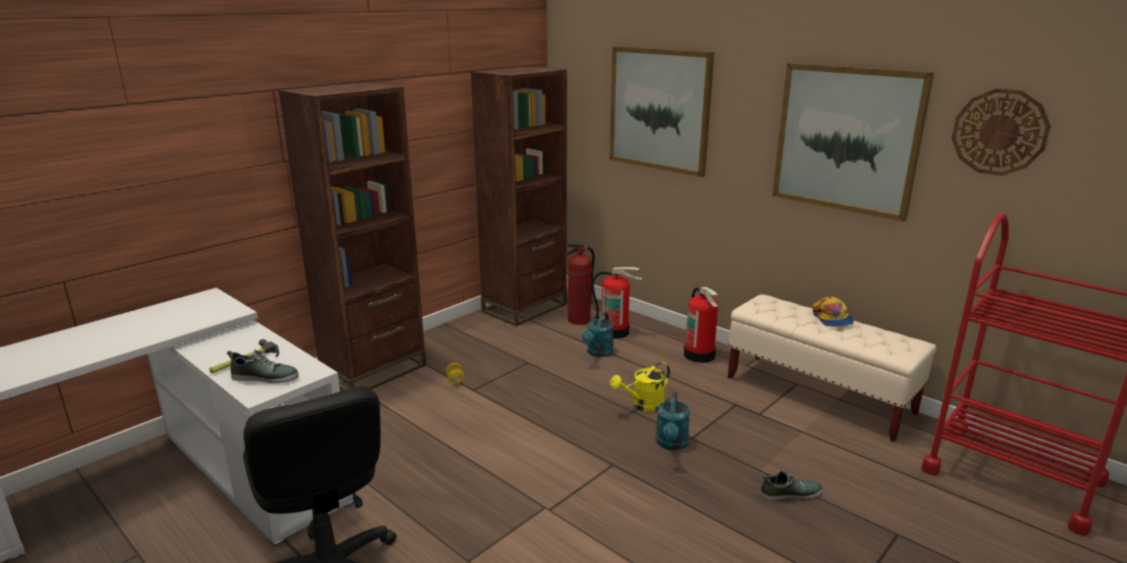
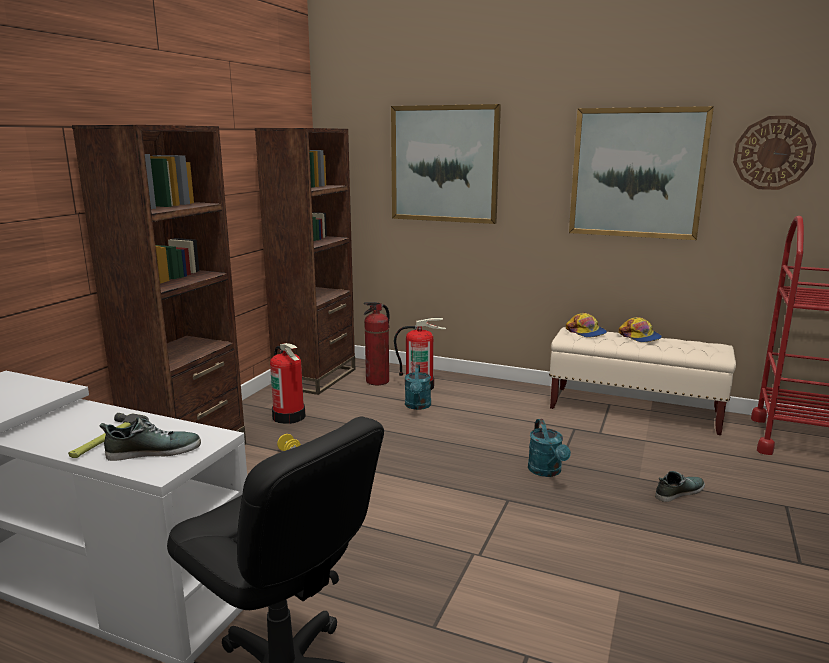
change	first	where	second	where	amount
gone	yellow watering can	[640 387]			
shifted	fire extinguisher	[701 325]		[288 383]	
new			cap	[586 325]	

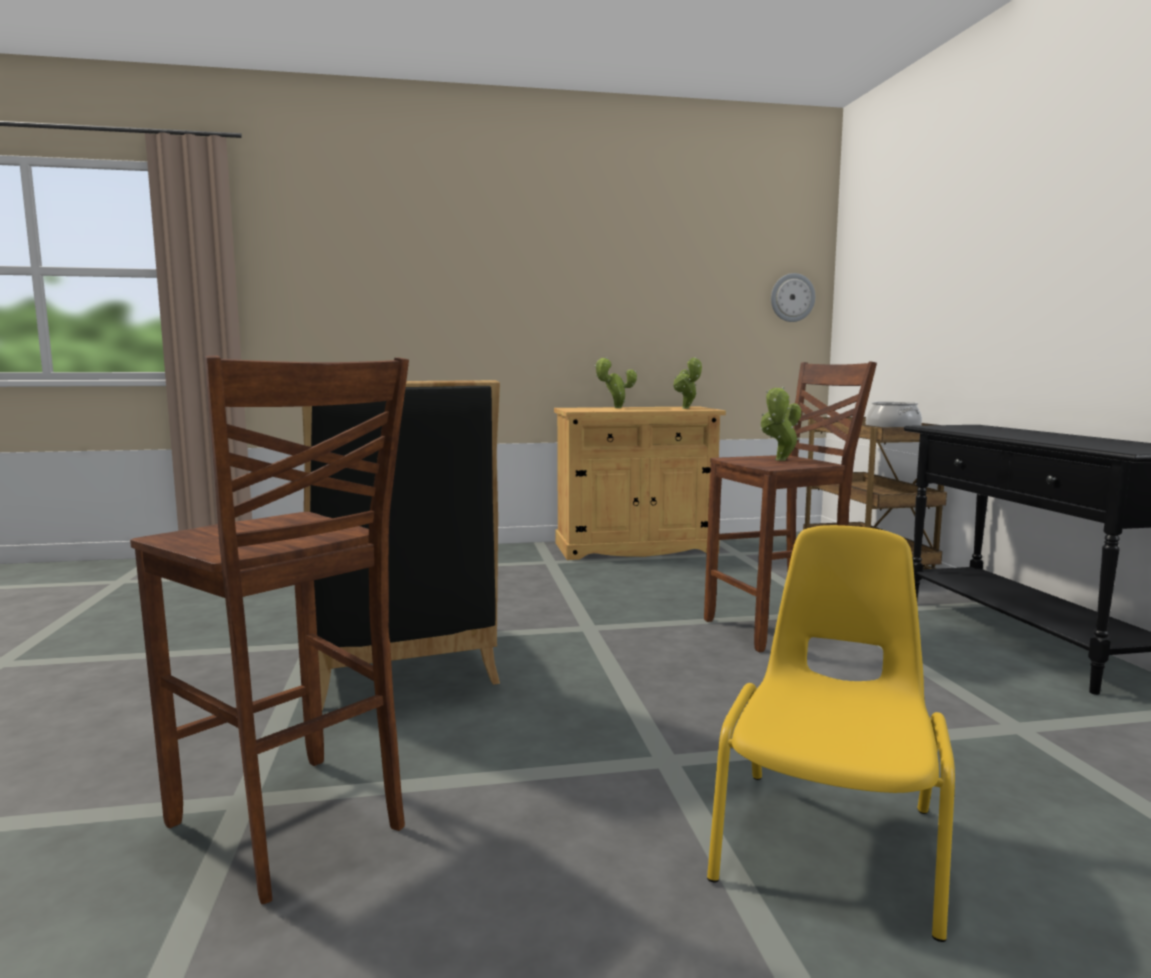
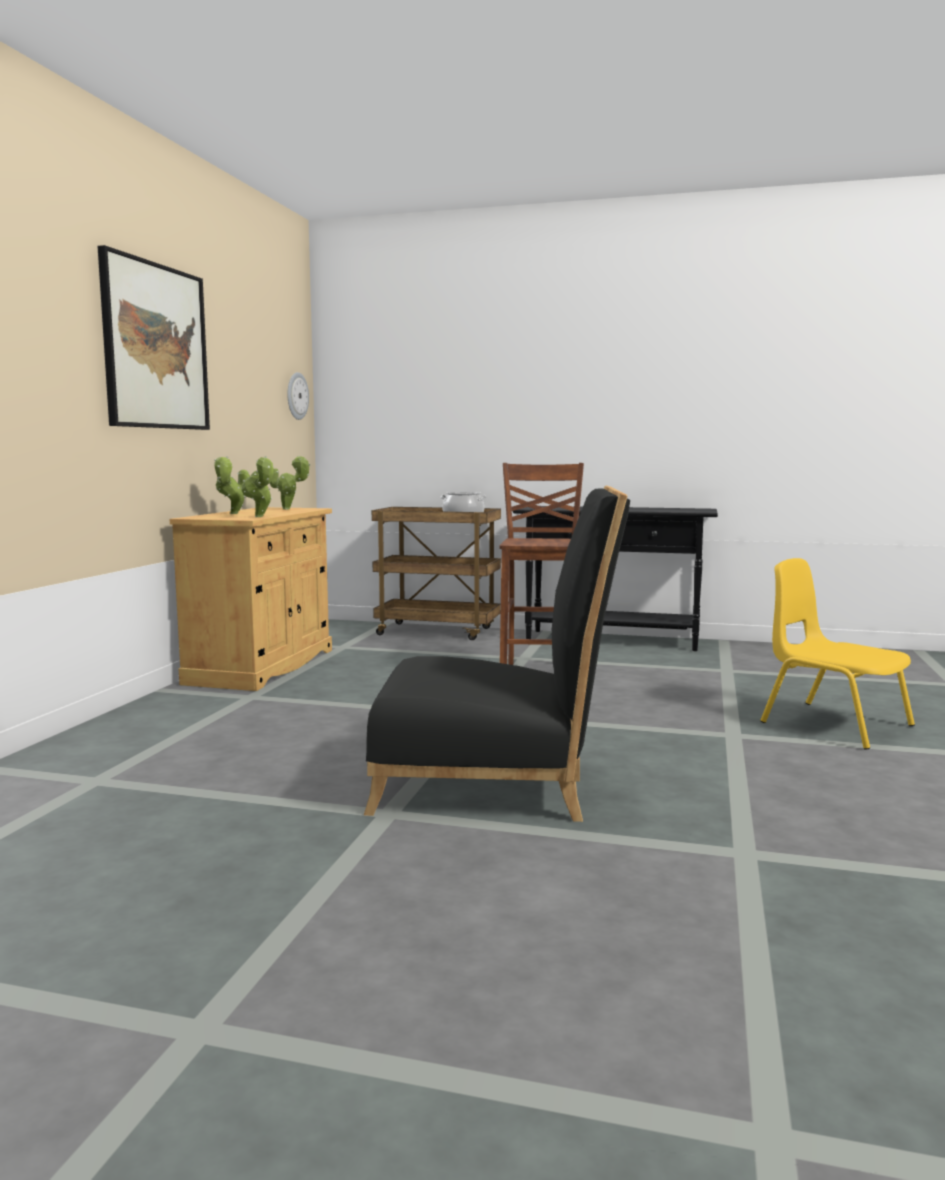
change	first	where	second	where	amount
gone	brown stool	[269 629]			
shifted	potted plant	[780 424]		[258 486]	
new			picture	[153 337]	

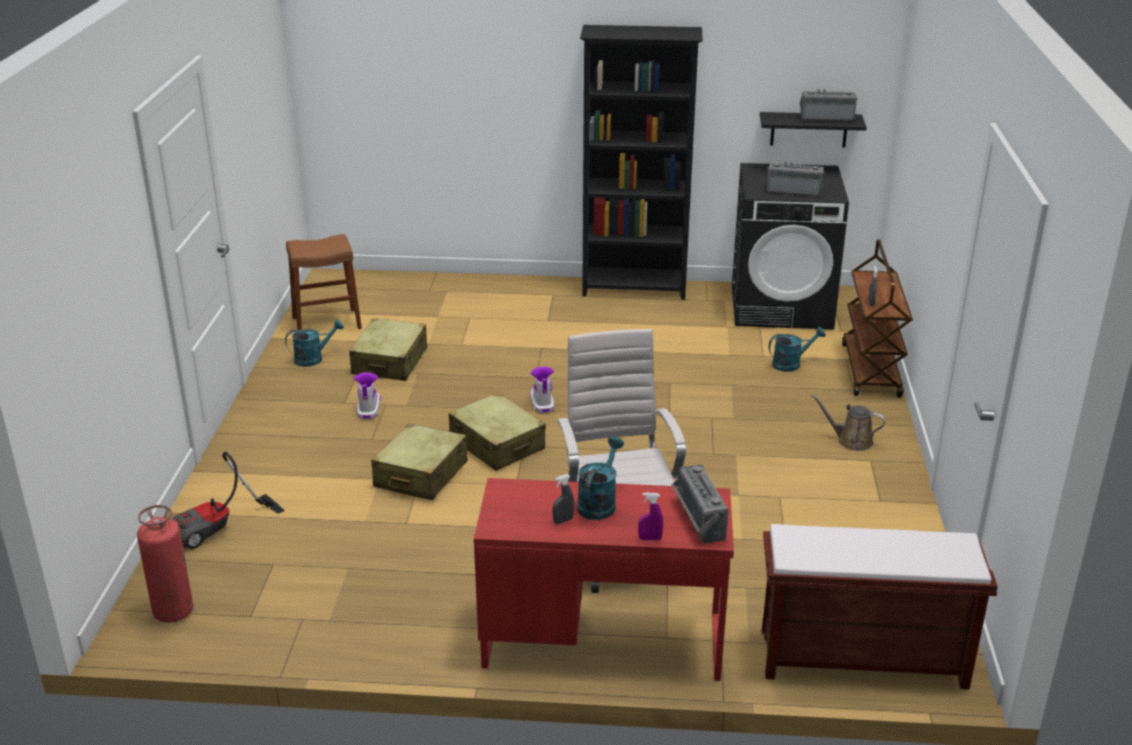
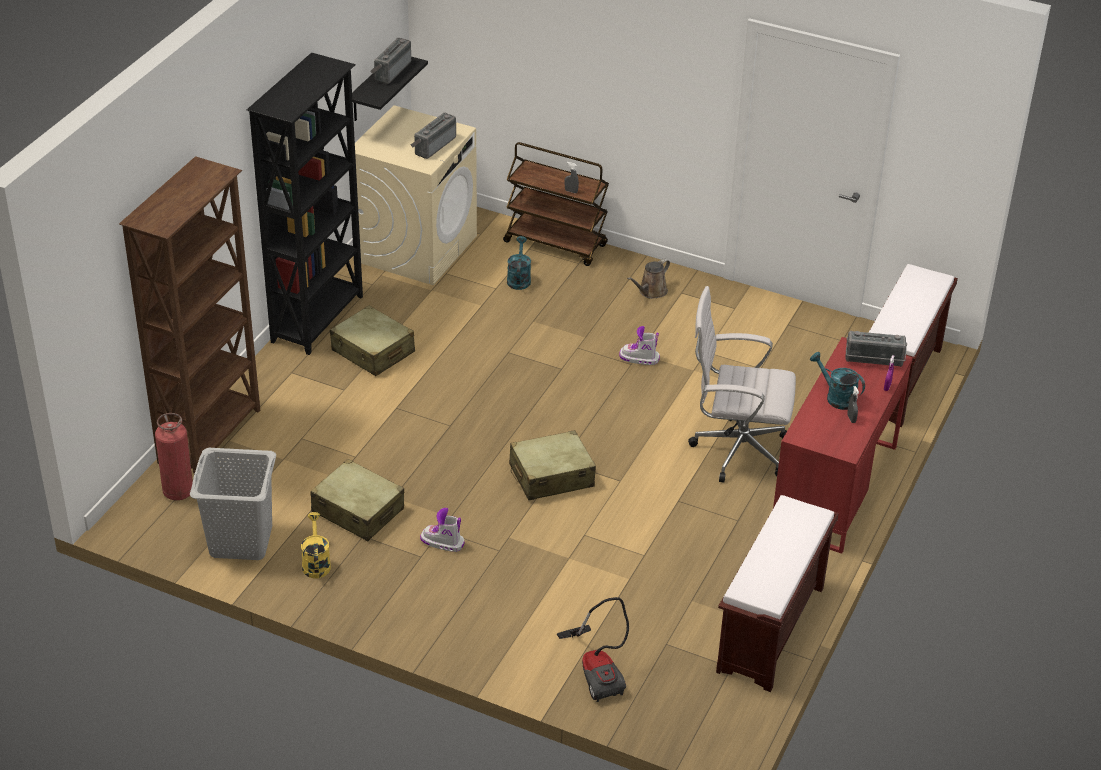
change	first	where	second	where	amount
shifted	fire extinguisher	[165 564]		[174 456]	
repainted	turquoise watering can	[314 343]	yellow watering can	[316 545]	
swapped	brown stool	[324 282]	grey laundry basket	[233 504]	
shifted	beige suitcase	[419 461]		[372 341]	
shifted	boot	[542 389]		[639 345]	
repainted	black washing machine	[790 246]	beige washing machine	[416 195]	
new			brown bookcase	[189 315]	
new			brown bench	[777 593]	

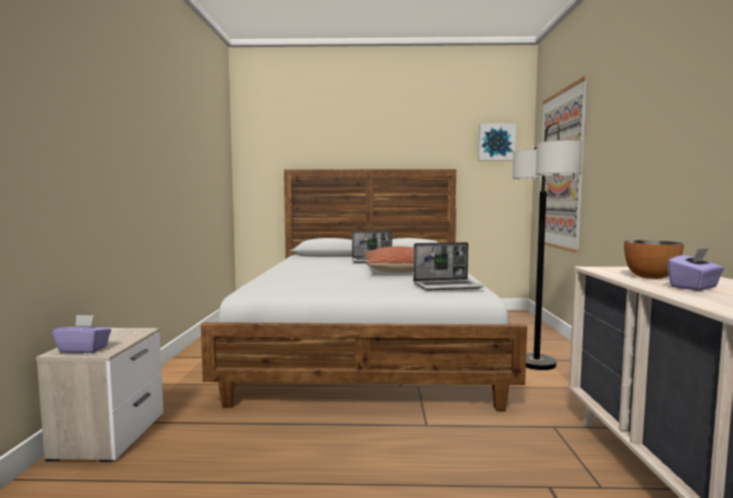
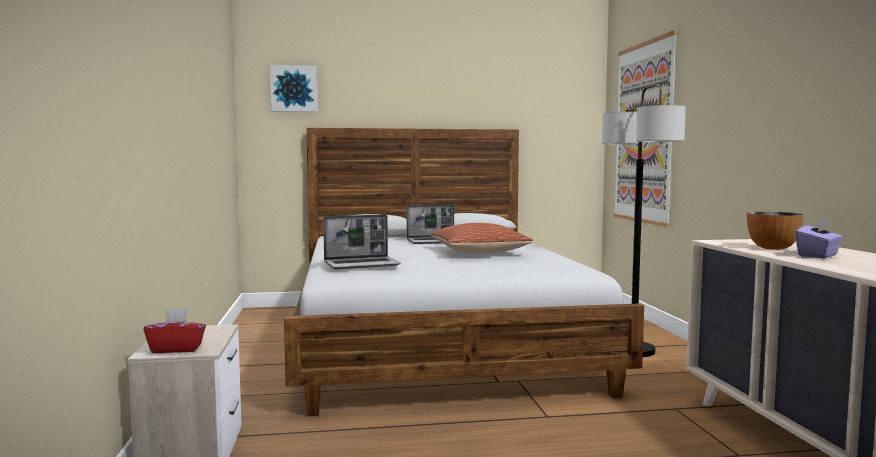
change	first	where	second	where	amount
repainted	purple tissue box	[81 334]	red tissue box	[175 330]	
shifted	laptop	[448 266]		[361 241]	
shifted	picture	[497 142]		[294 88]	

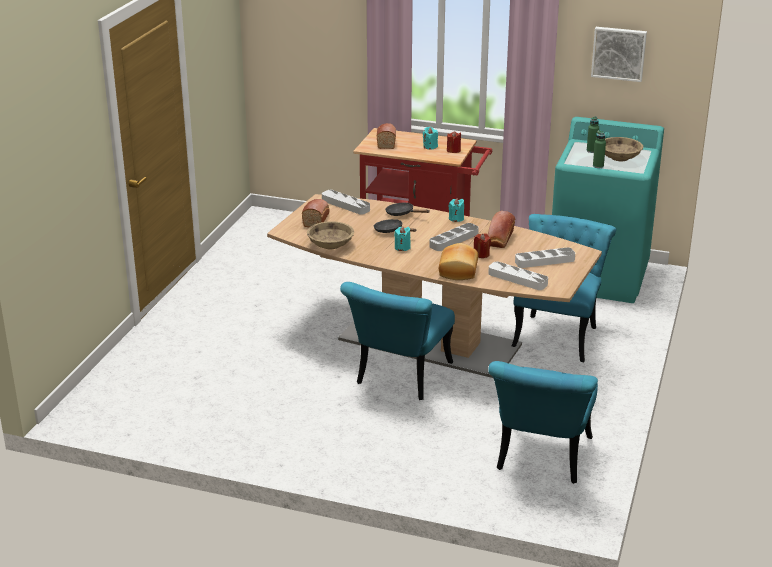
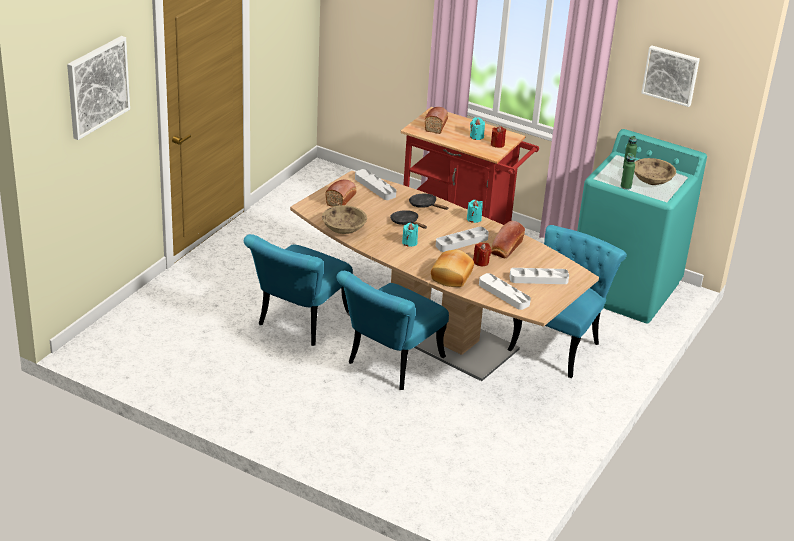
change	first	where	second	where	amount
shifted	turquoise chair	[543 422]		[298 290]	
new			picture	[98 88]	

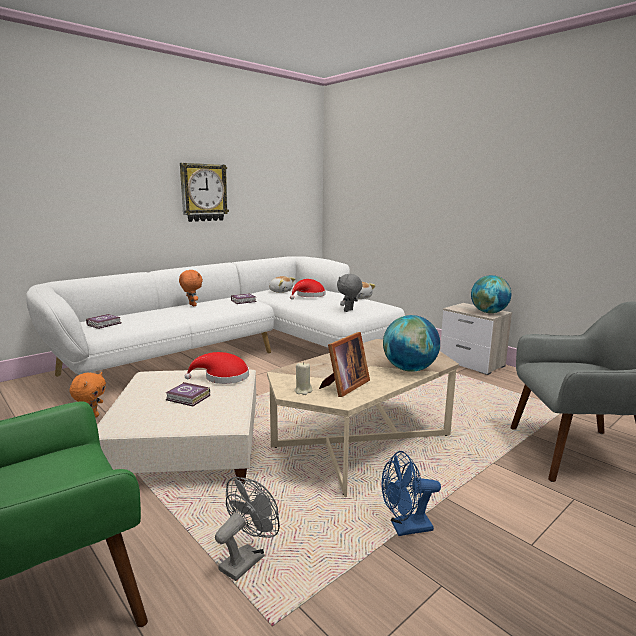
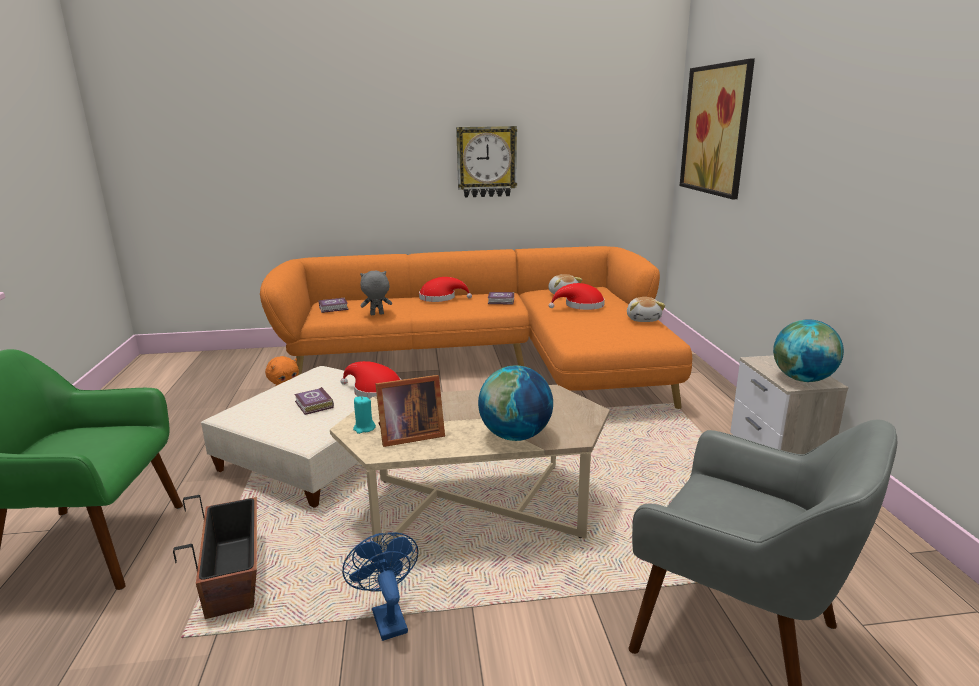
change	first	where	second	where	amount
repainted	white sofa	[215 316]	orange sofa	[476 327]	
swapped	orange plush toy	[191 288]	red hat	[445 289]	
swapped	grey fan	[247 529]	planter	[215 557]	
repainted	beige candle	[303 378]	turquoise candle	[364 415]	
shifted	grey plush toy	[350 293]		[376 292]	
rotated	blue fan	[411 493]		[380 586]	45 degrees clockwise
new			picture	[717 129]	

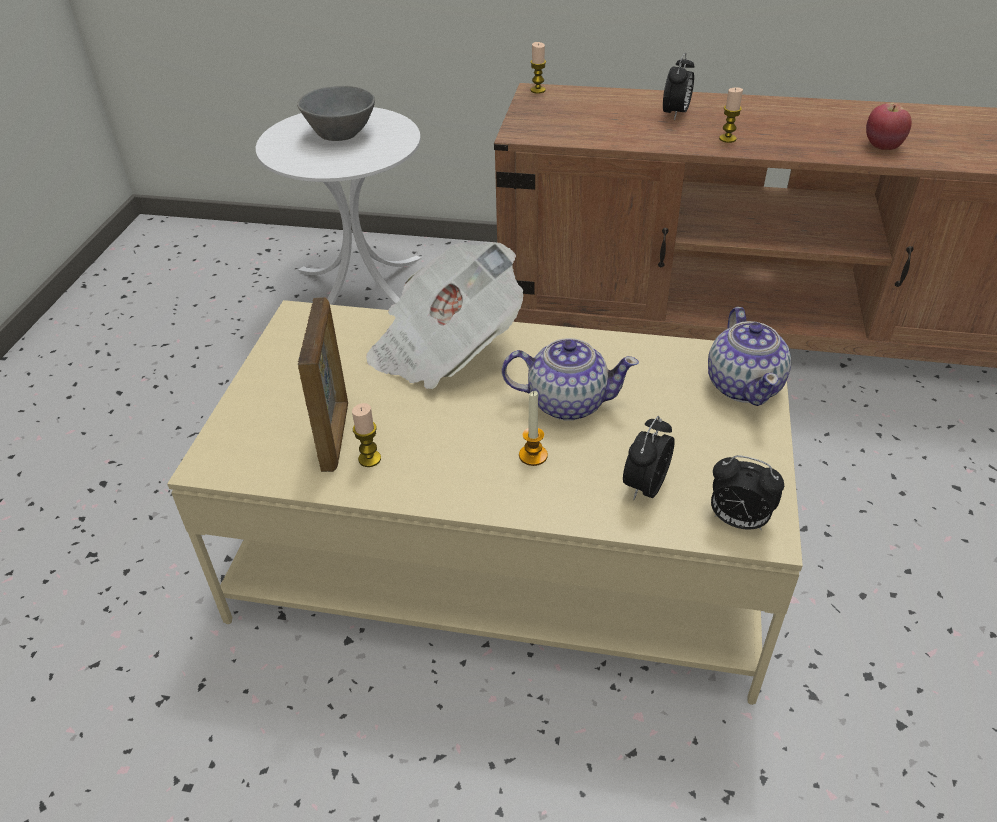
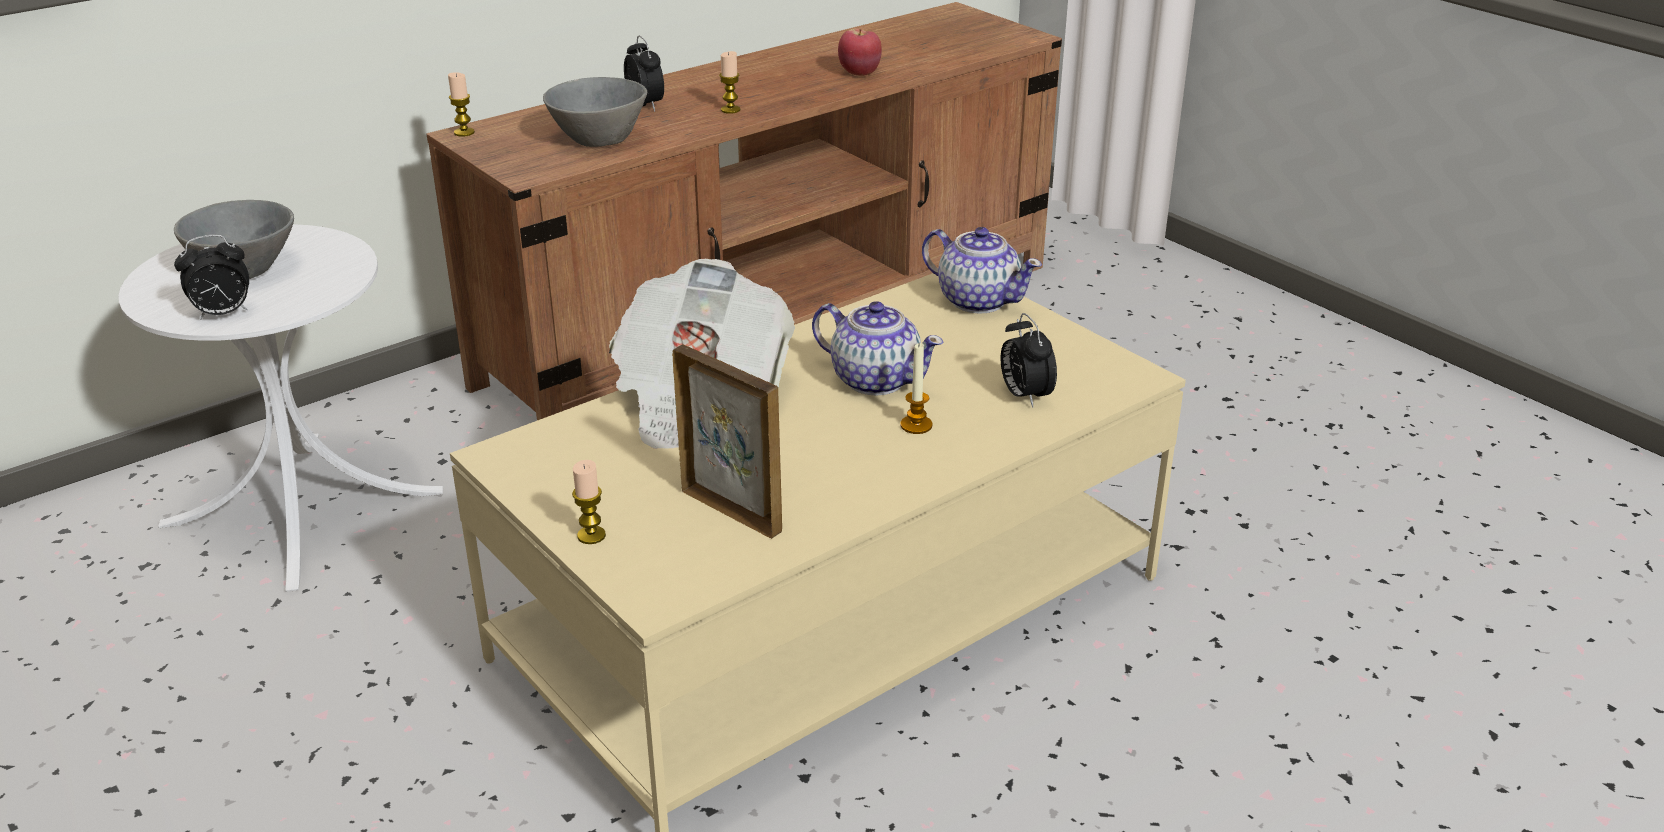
change	first	where	second	where	amount
shifted	candle	[366 435]		[589 502]	
rotated	teapot	[570 379]		[877 348]	75 degrees clockwise
shifted	alarm clock	[747 492]		[211 277]	
new			grey bowl	[595 112]	

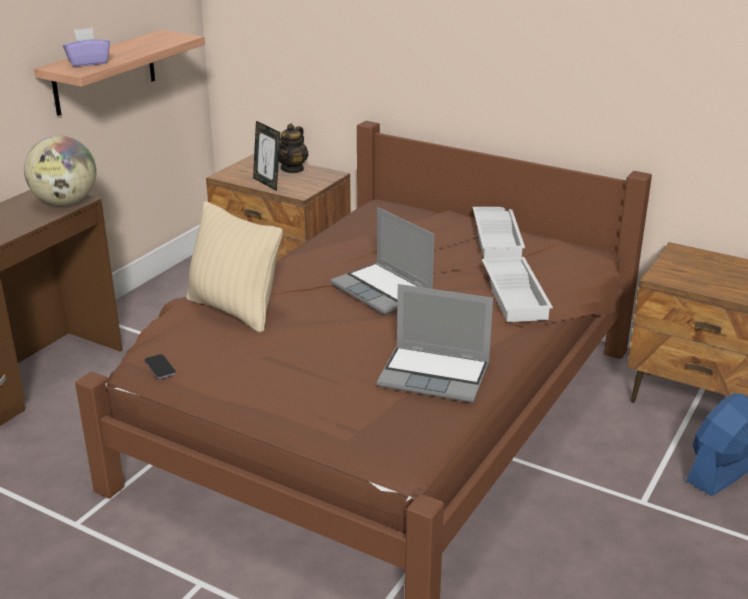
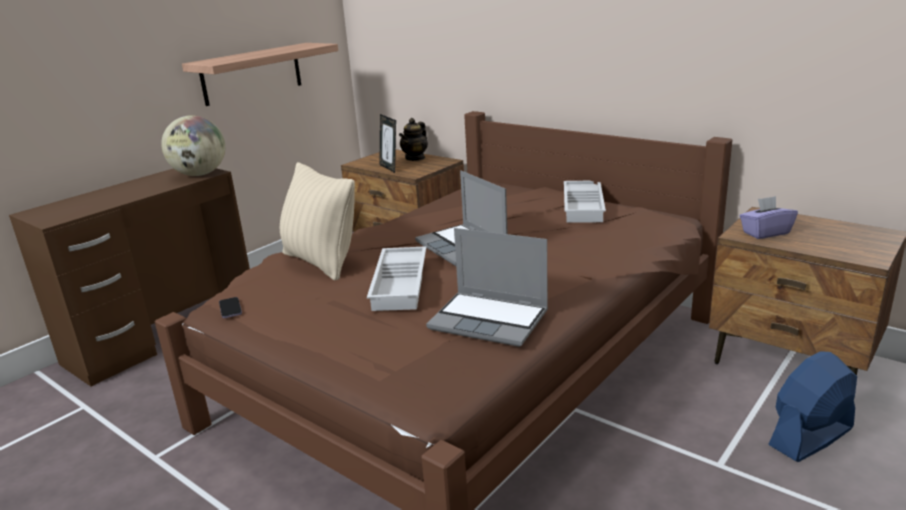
change	first	where	second	where	amount
shifted	purple tissue box	[86 47]		[769 217]	
shifted	white tray	[517 289]		[396 278]	

